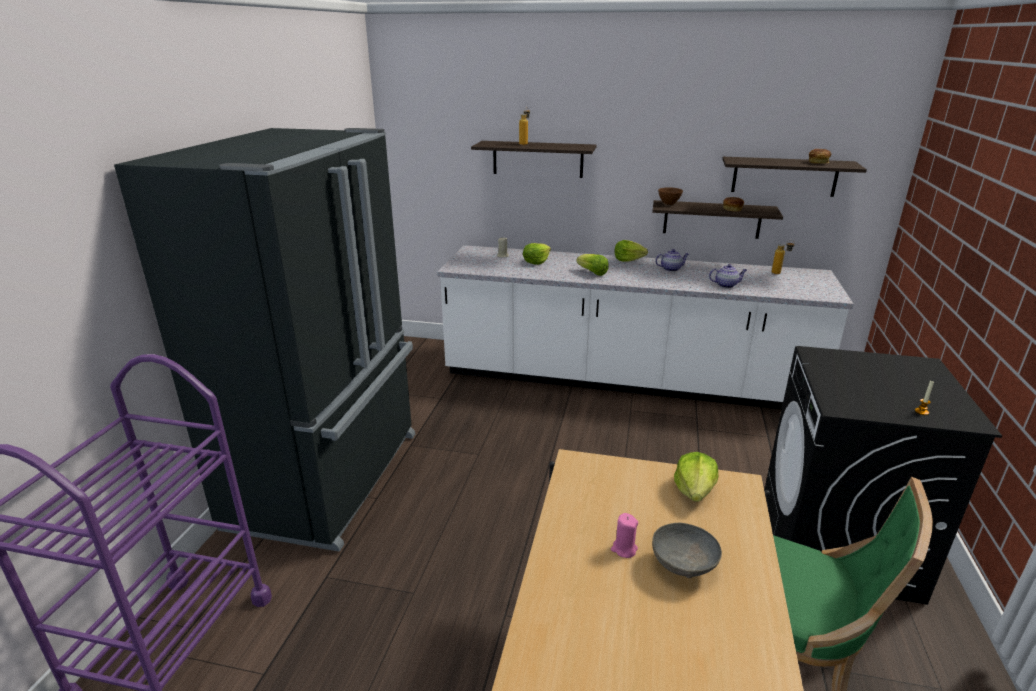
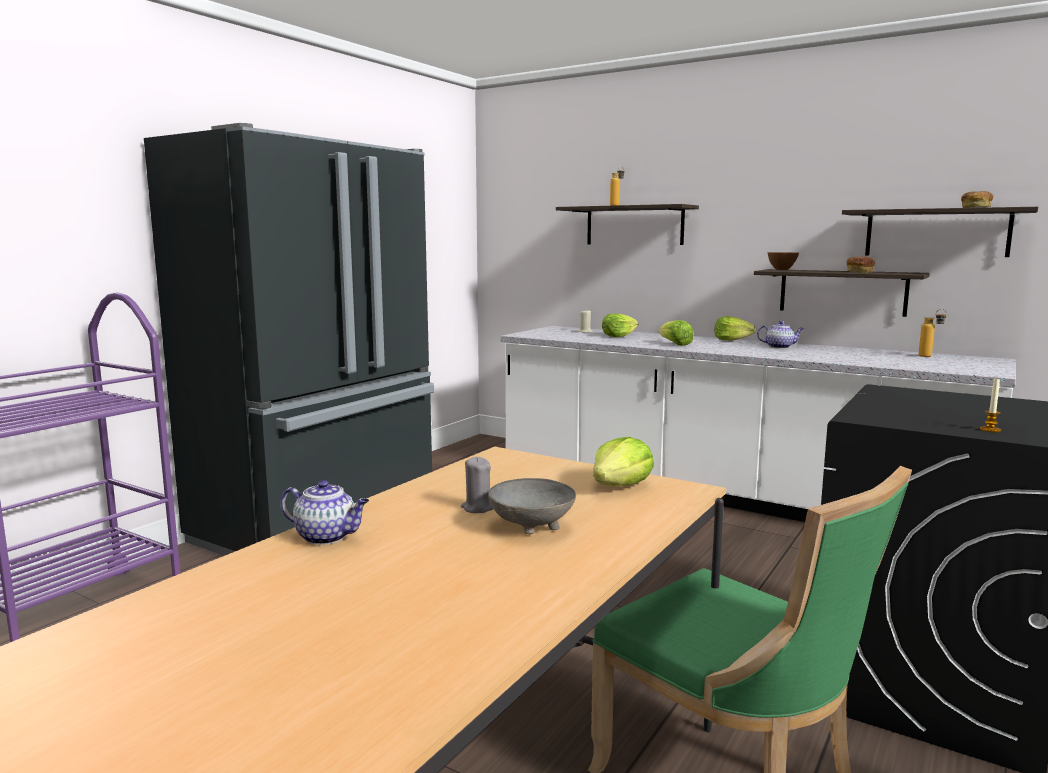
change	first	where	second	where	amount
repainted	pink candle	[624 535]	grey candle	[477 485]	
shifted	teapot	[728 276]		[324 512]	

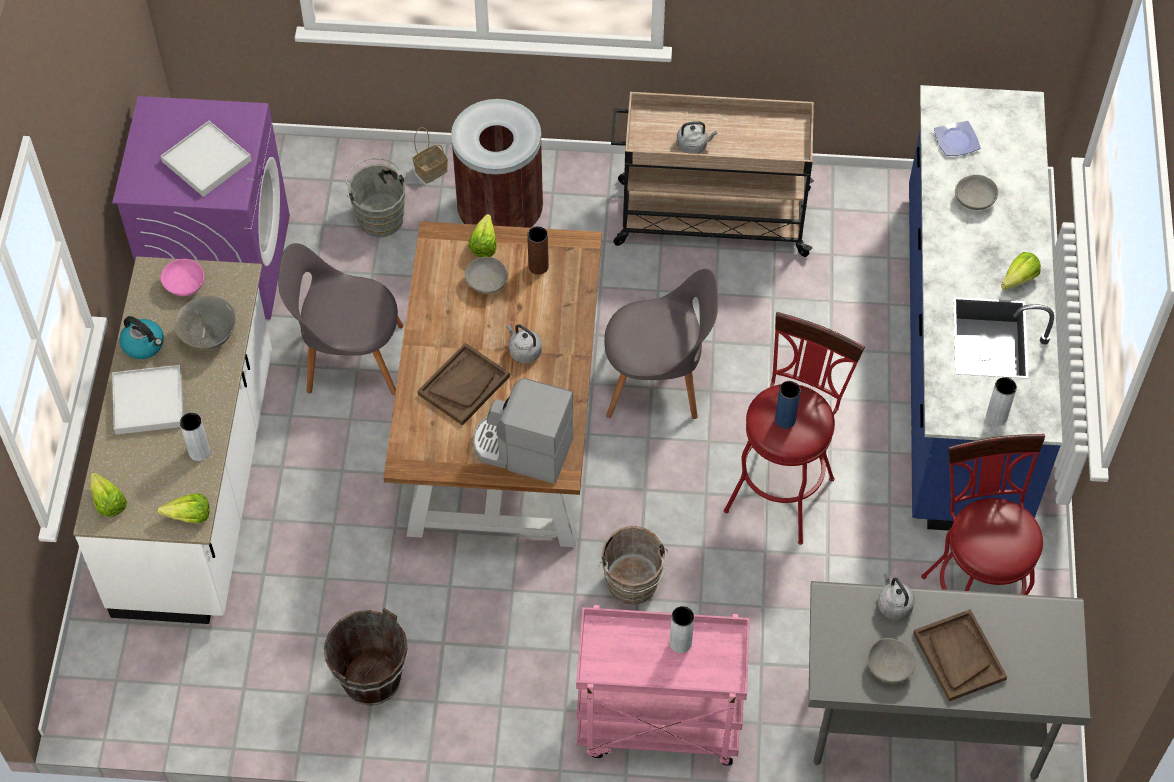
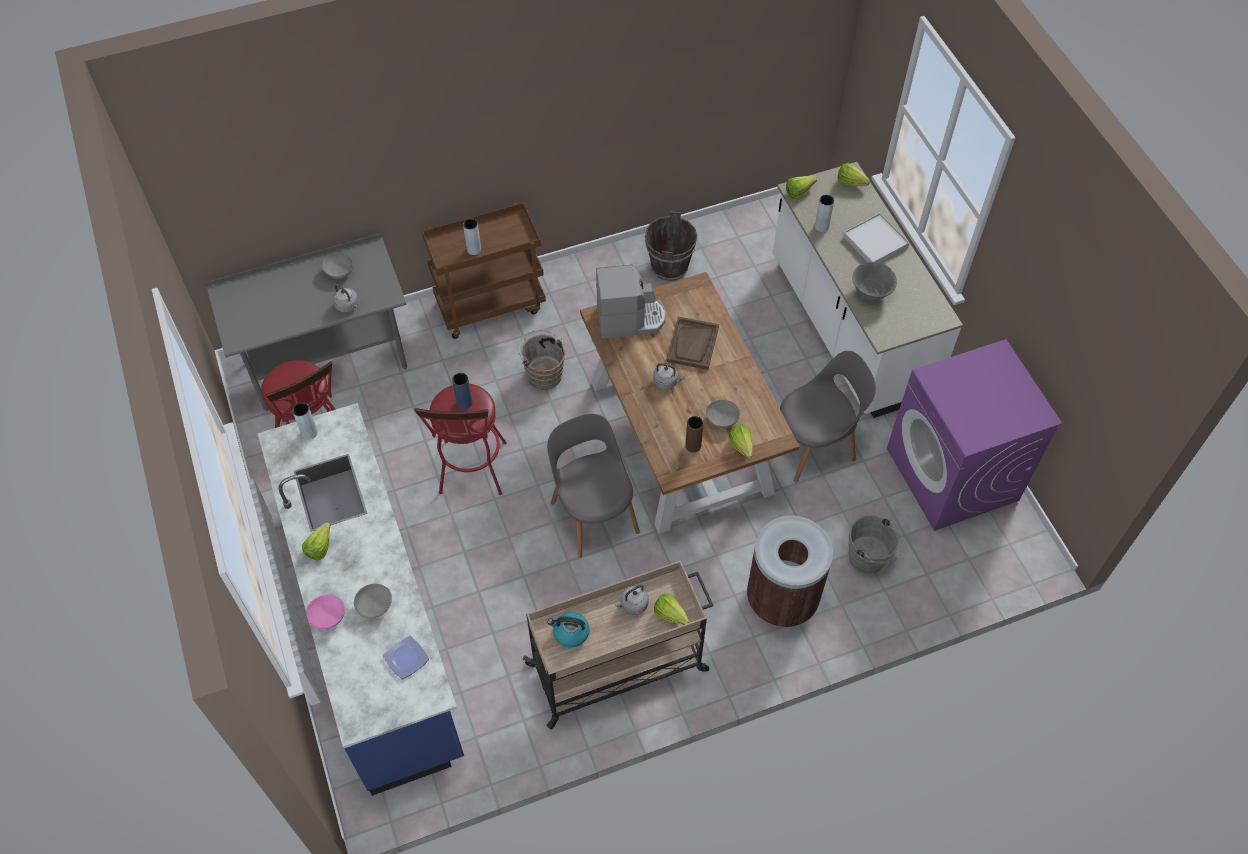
change	first	where	second	where	amount
shifted	kettle	[141 337]		[569 630]	
shifted	pink bowl	[182 277]		[325 612]	
gone	white tray	[206 159]			
gone	basket	[430 155]			
repainted	pink cart	[663 685]	brown cart	[483 270]	
rotated	grey chair	[661 344]		[593 486]	90 degrees clockwise
gone	brown tray	[960 655]			
new			lettuce	[672 609]	

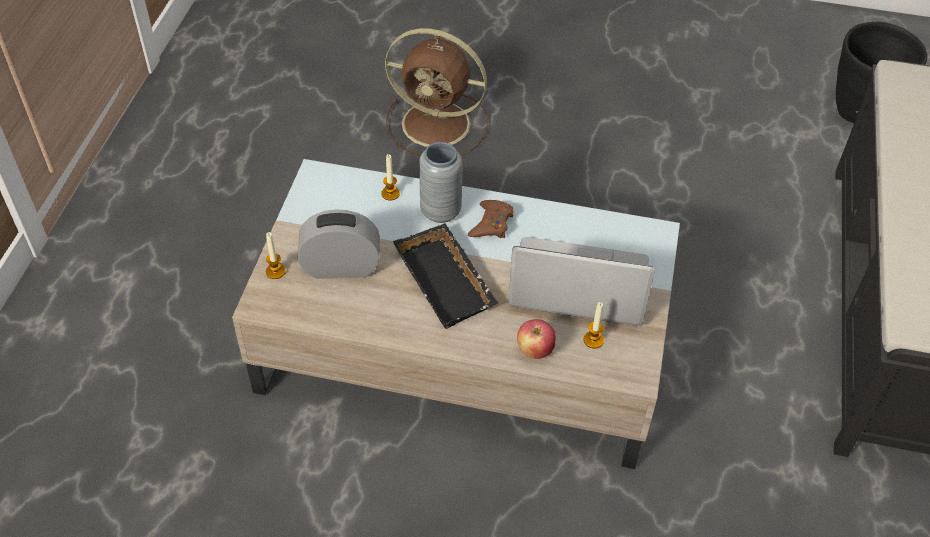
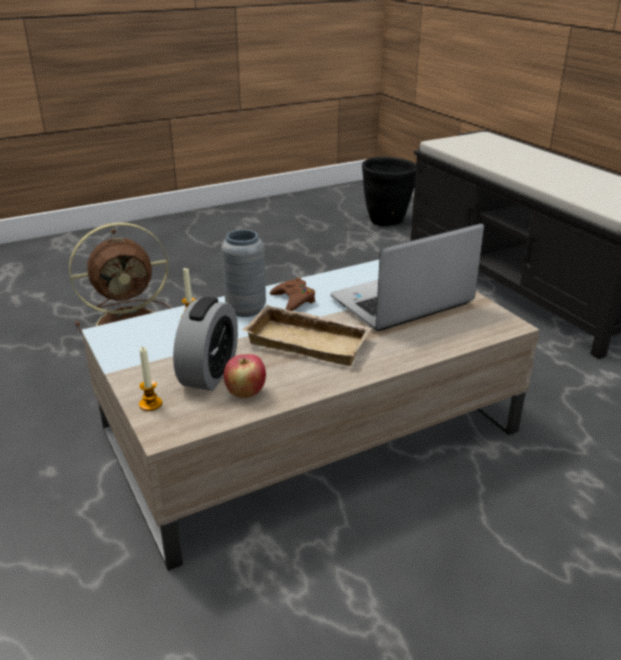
change	first	where	second	where	amount
rotated	alarm clock	[339 244]		[205 344]	150 degrees clockwise
repainted	black tray	[445 276]	beige tray	[307 335]	
shifted	apple	[536 339]		[245 376]	
gone	candle	[594 325]			

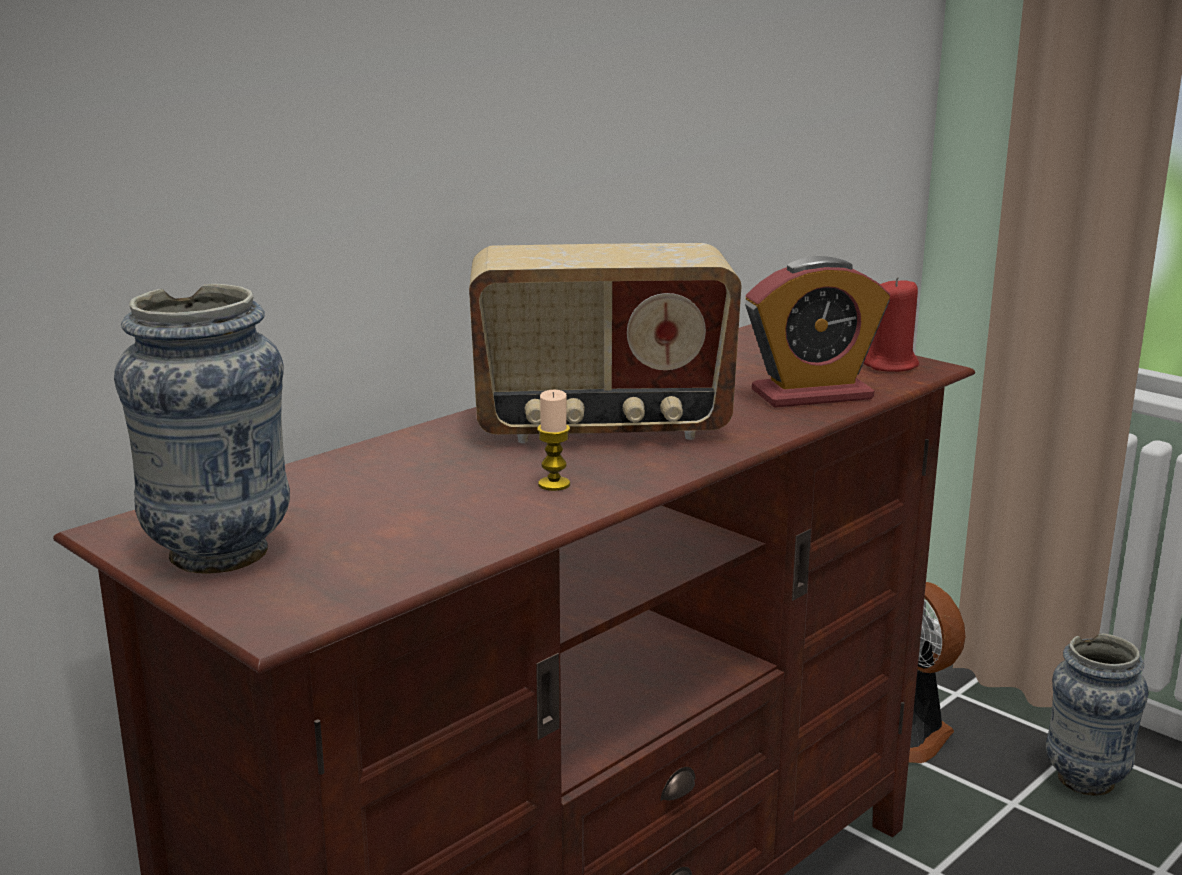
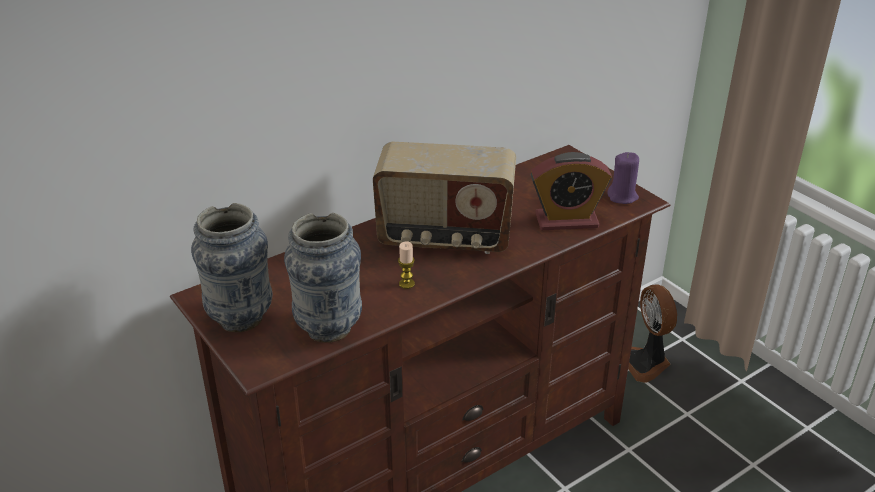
change	first	where	second	where	amount
repainted	red candle	[891 324]	purple candle	[623 178]	
shifted	vase	[1097 714]		[323 278]	

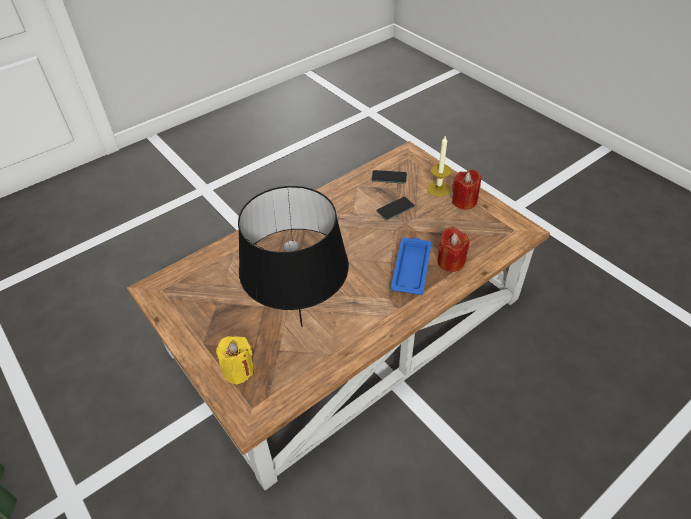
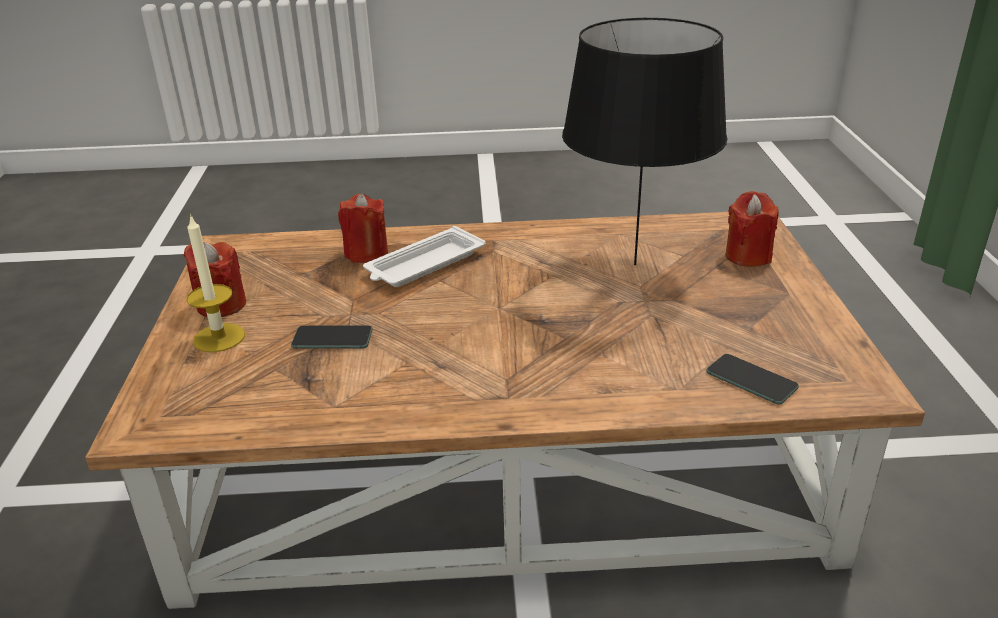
change	first	where	second	where	amount
repainted	yellow candle	[235 360]	red candle	[752 229]	
shifted	phone	[389 176]		[752 379]	
repainted	blue tray	[411 266]	white tray	[424 256]	

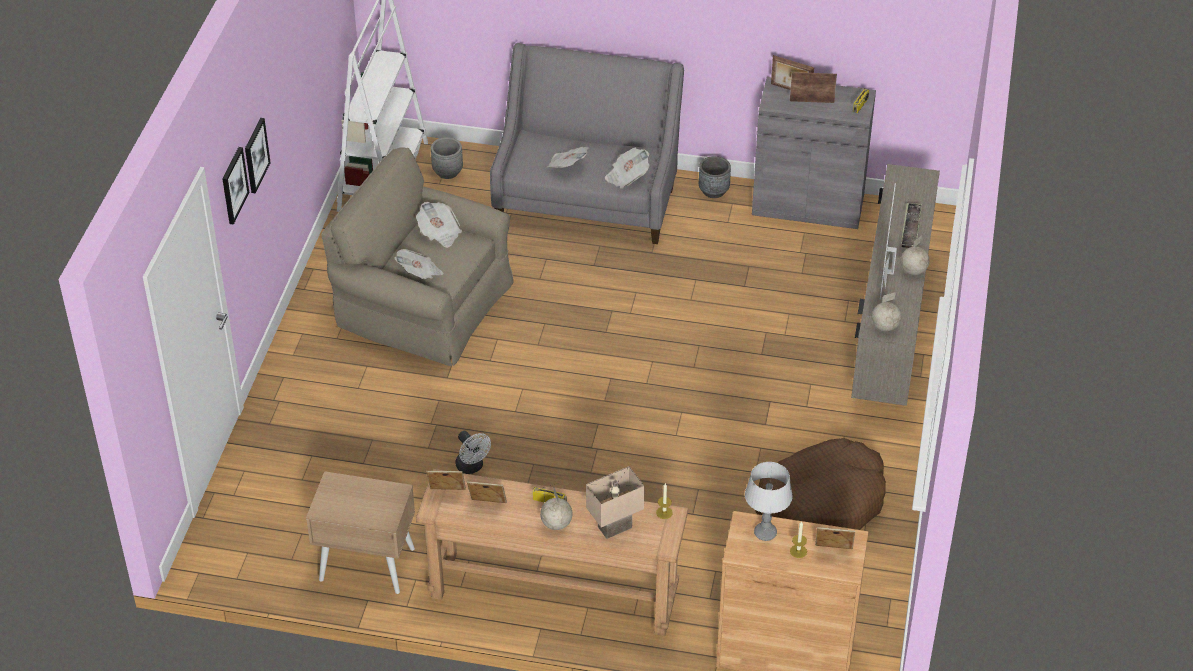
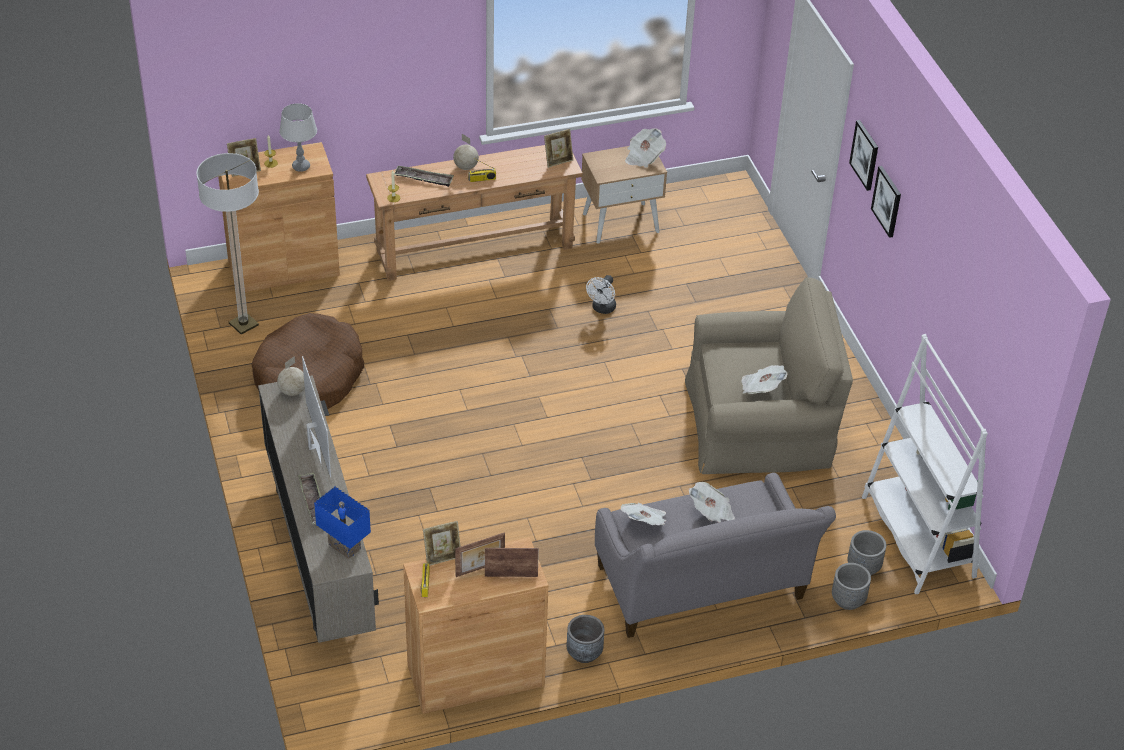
change	first	where	second	where	amount
shifted	newspaper	[419 264]		[645 147]	
rotated	white fan	[473 452]		[601 294]	90 degrees counterclockwise
shifted	picture frame	[487 492]		[442 543]	
swapped	beige table lamp	[615 502]	tray	[424 176]	
repainted	grey cabinet	[814 153]	brown cabinet	[476 625]	
gone	globe	[915 255]			
new			floor lamp	[227 244]	
new			blue table lamp	[342 522]	
new			grey planter	[851 586]	

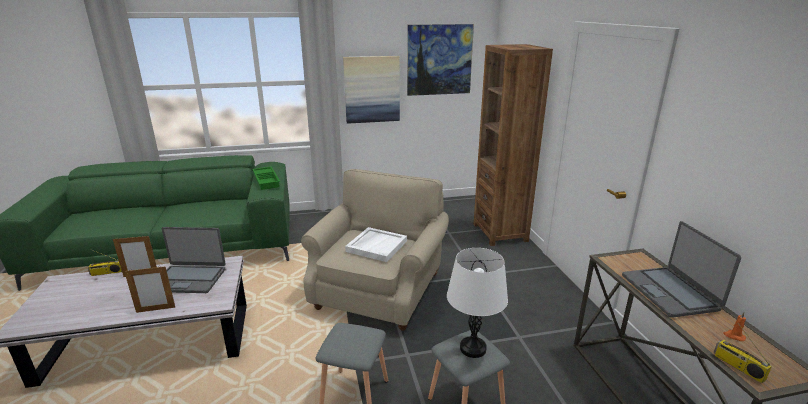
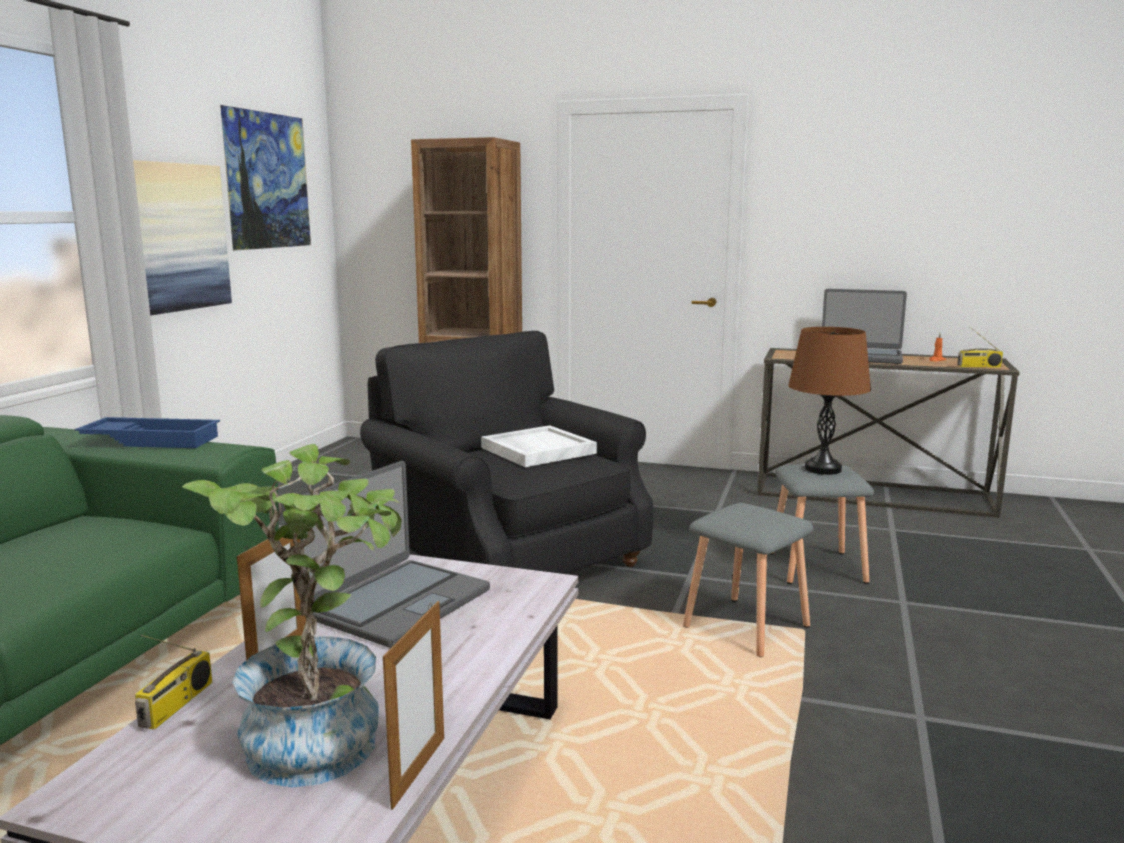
change	first	where	second	where	amount
shifted	picture frame	[149 289]		[413 705]	
repainted	green tray	[266 178]	blue tray	[147 432]	
repainted	beige armchair	[375 250]	black armchair	[506 452]	
repainted	white table lamp	[477 303]	brown table lamp	[829 401]	
new			potted plant	[292 615]	

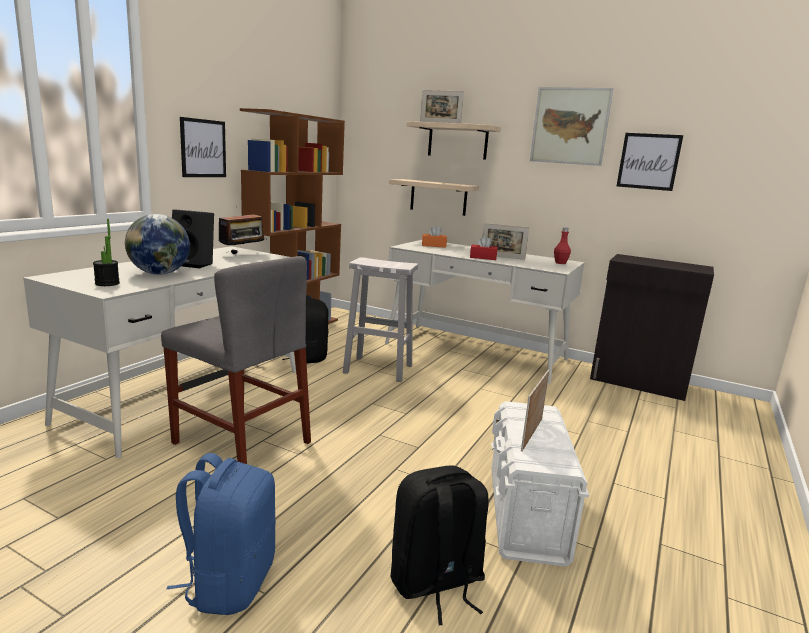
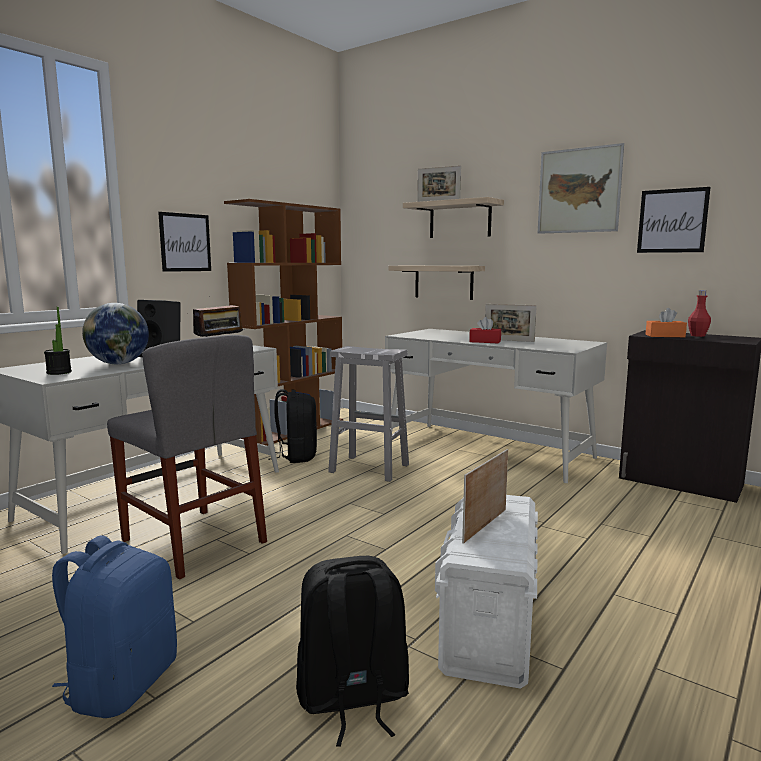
change	first	where	second	where	amount
shifted	orange tissue box	[434 237]		[666 322]	
shifted	red bottle	[562 245]		[699 314]	

